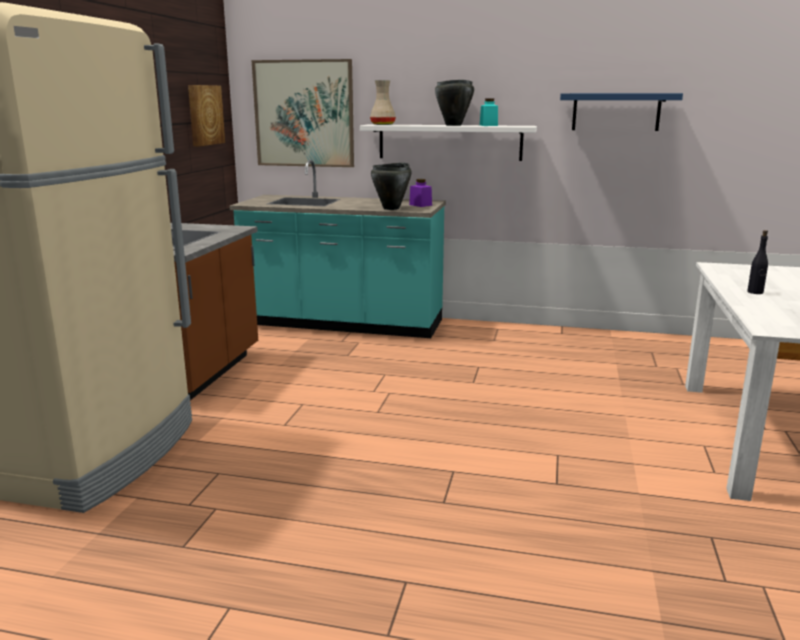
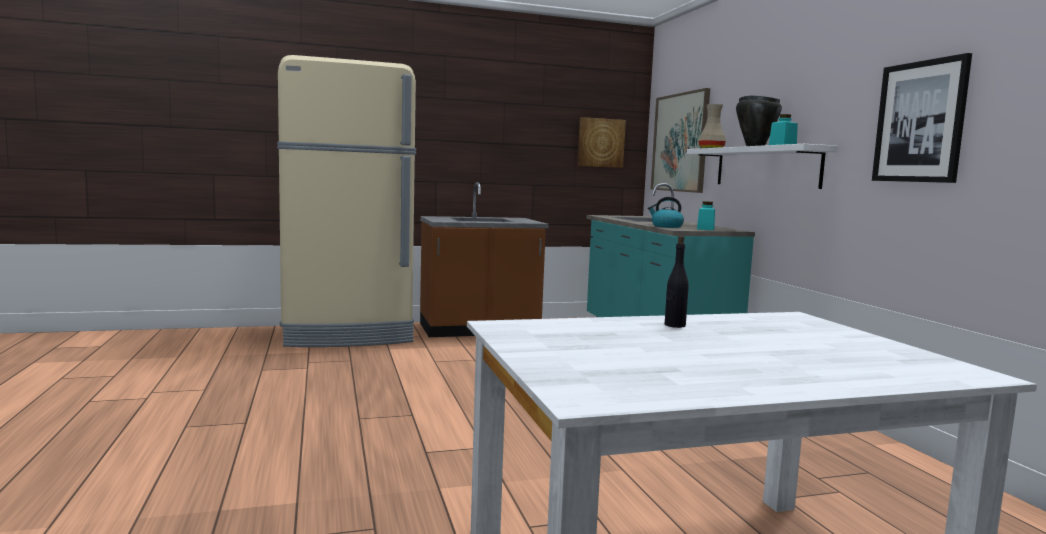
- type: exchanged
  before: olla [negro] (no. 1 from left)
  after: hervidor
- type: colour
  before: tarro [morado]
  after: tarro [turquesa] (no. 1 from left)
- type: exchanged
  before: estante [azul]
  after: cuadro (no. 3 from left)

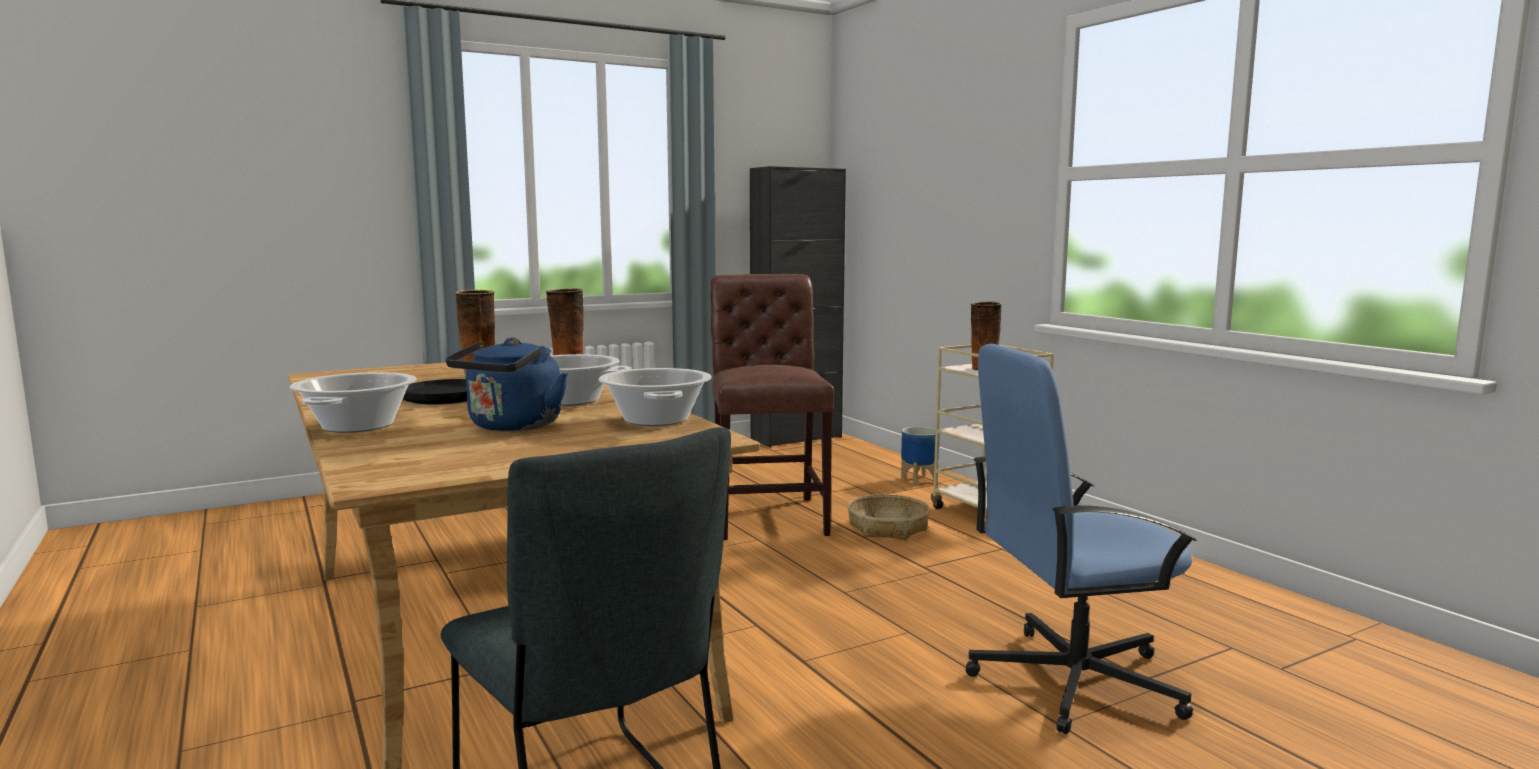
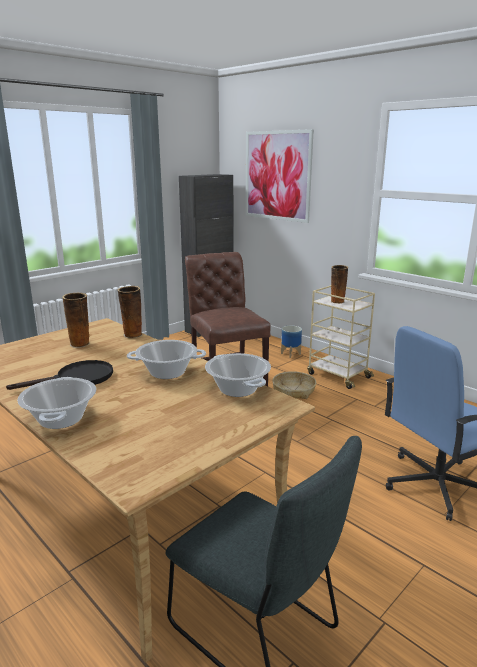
- type: missing
  before: hervidor [azul]
- type: appeared
  after: cuadro

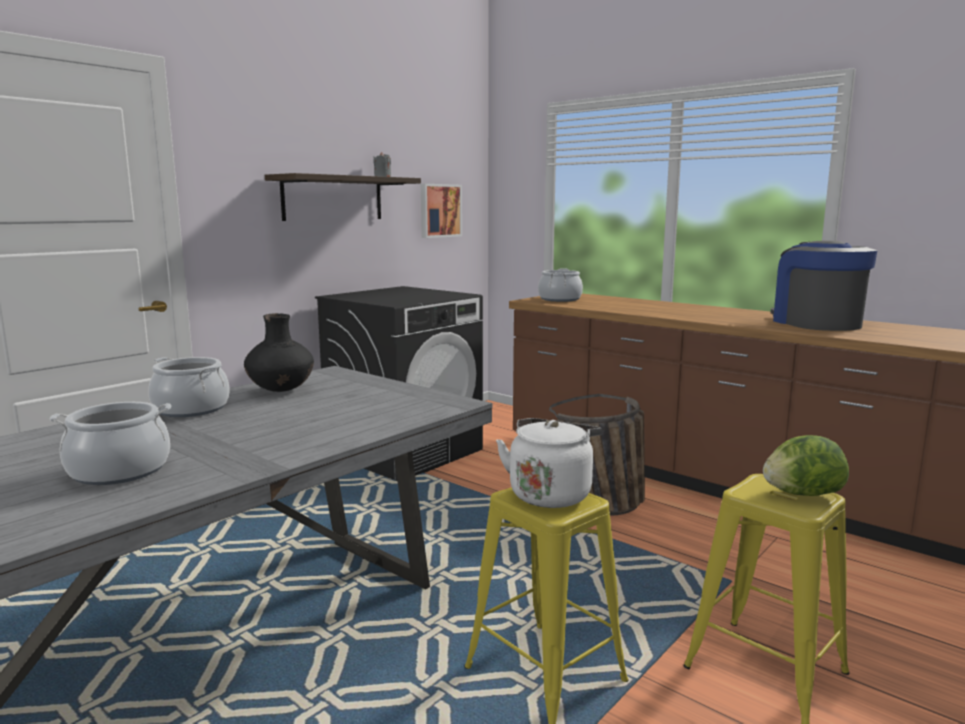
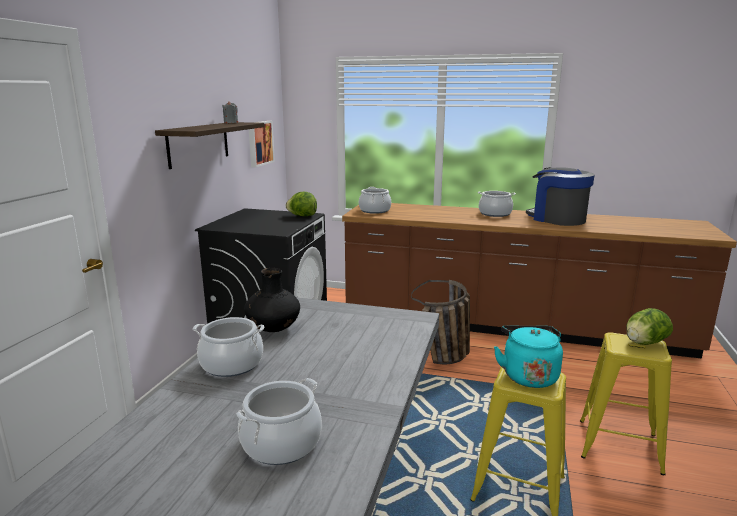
- type: colour
  before: hervidor [blanco]
  after: hervidor [turquesa]
- type: appeared
  after: lechuga (no. 1 from left)
- type: appeared
  after: olla (no. 4 from left)

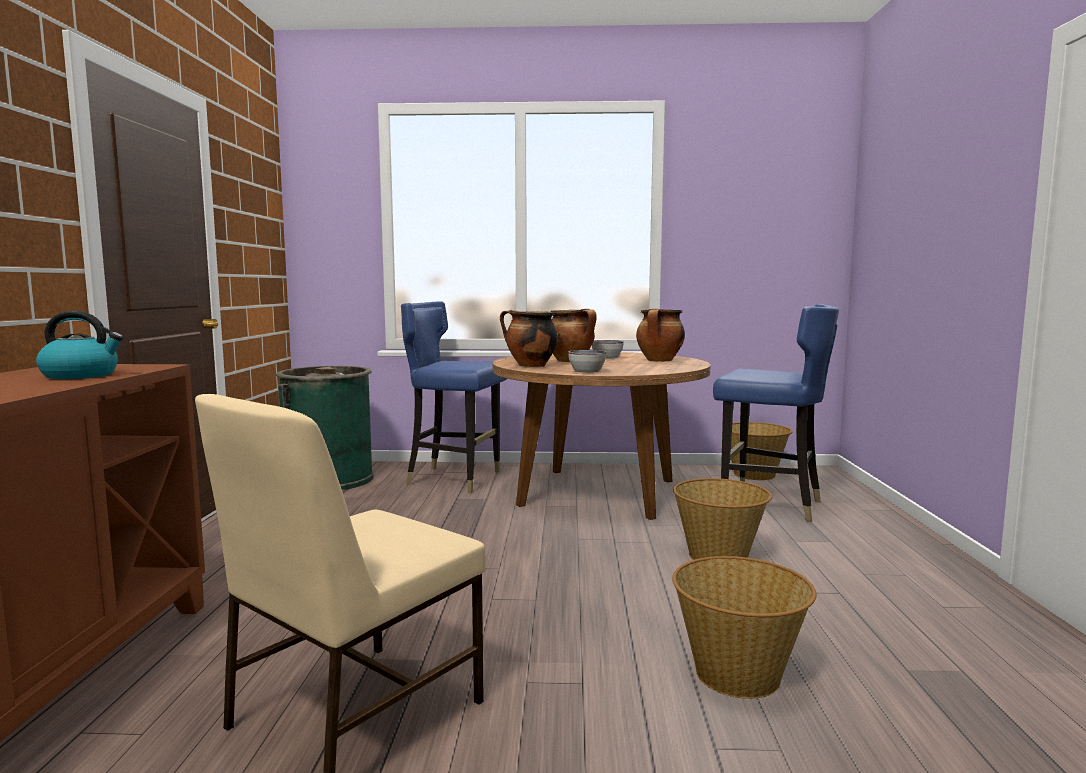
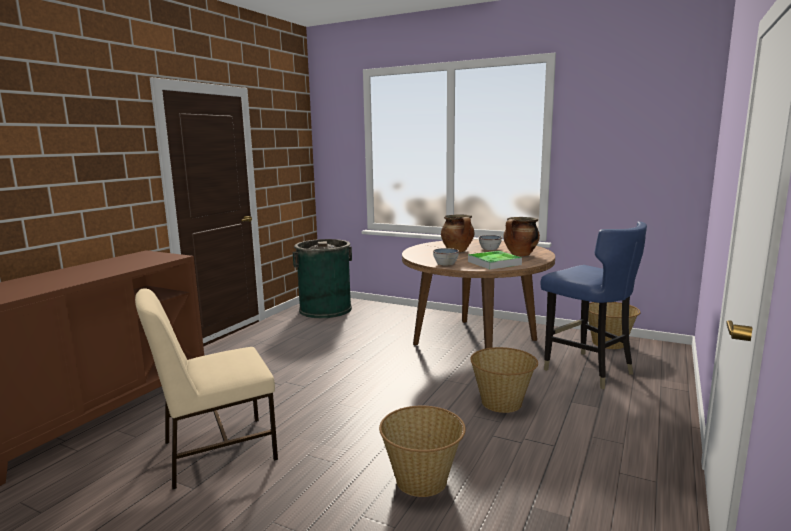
- type: missing
  before: hervidor
- type: missing
  before: silla [azul] (no. 1 from left)
- type: missing
  before: olla (no. 1 from left)
- type: appeared
  after: bandeja

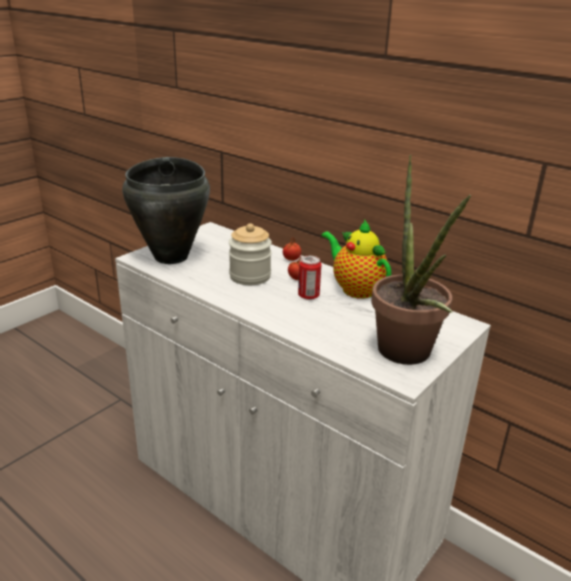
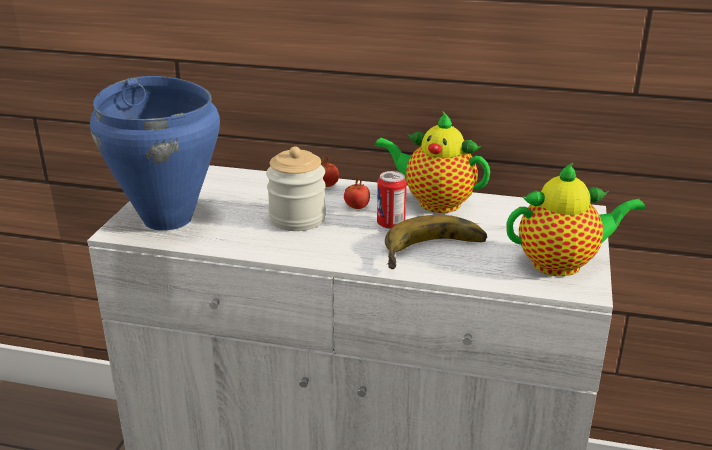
- type: colour
  before: olla [negro]
  after: olla [azul]
- type: exchanged
  before: planta en maceta
  after: tetera (no. 2 from left)
- type: appeared
  after: plátano

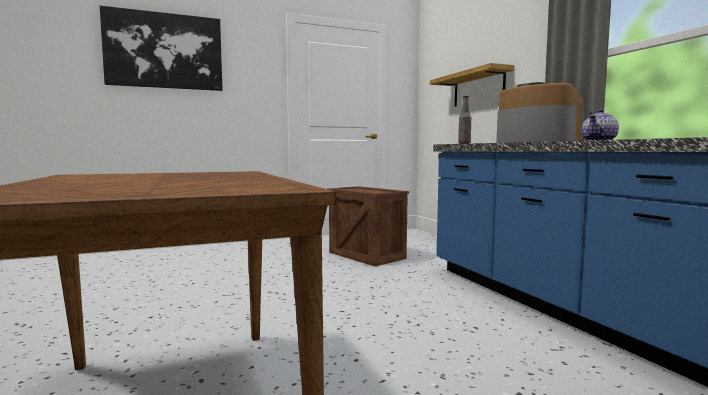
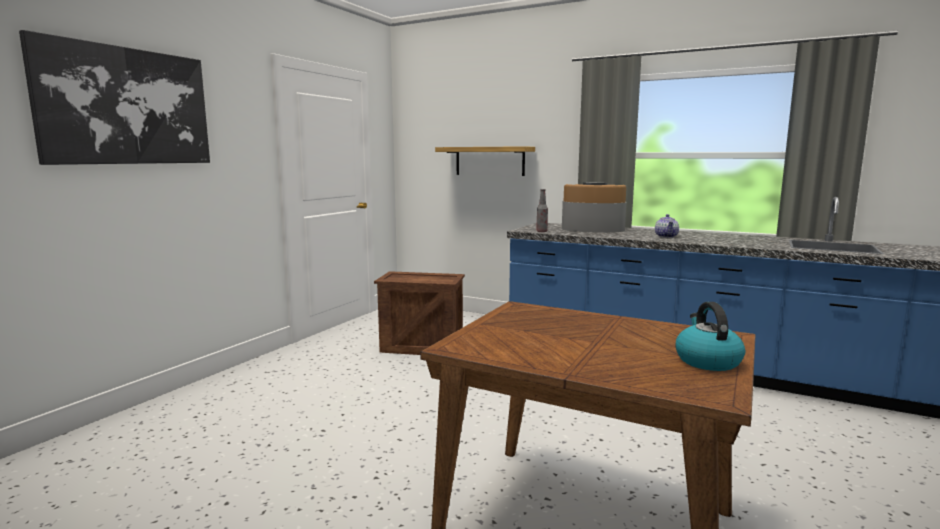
- type: appeared
  after: hervidor

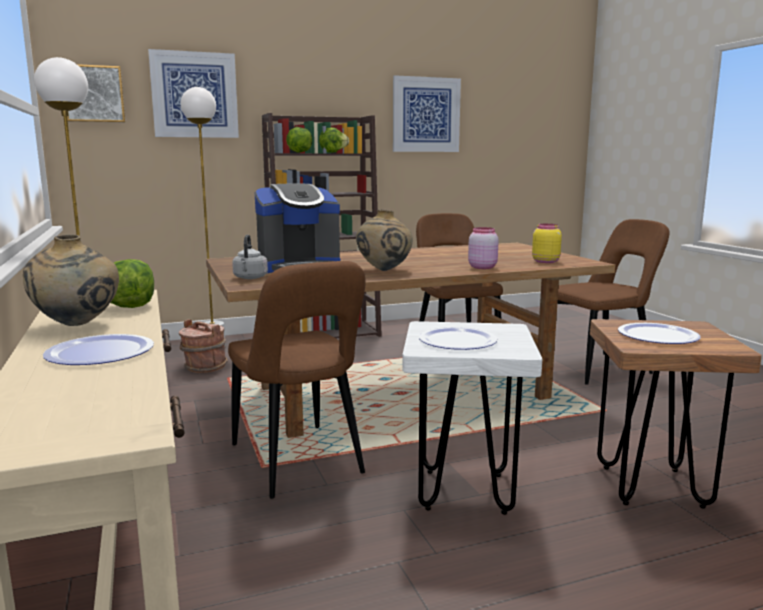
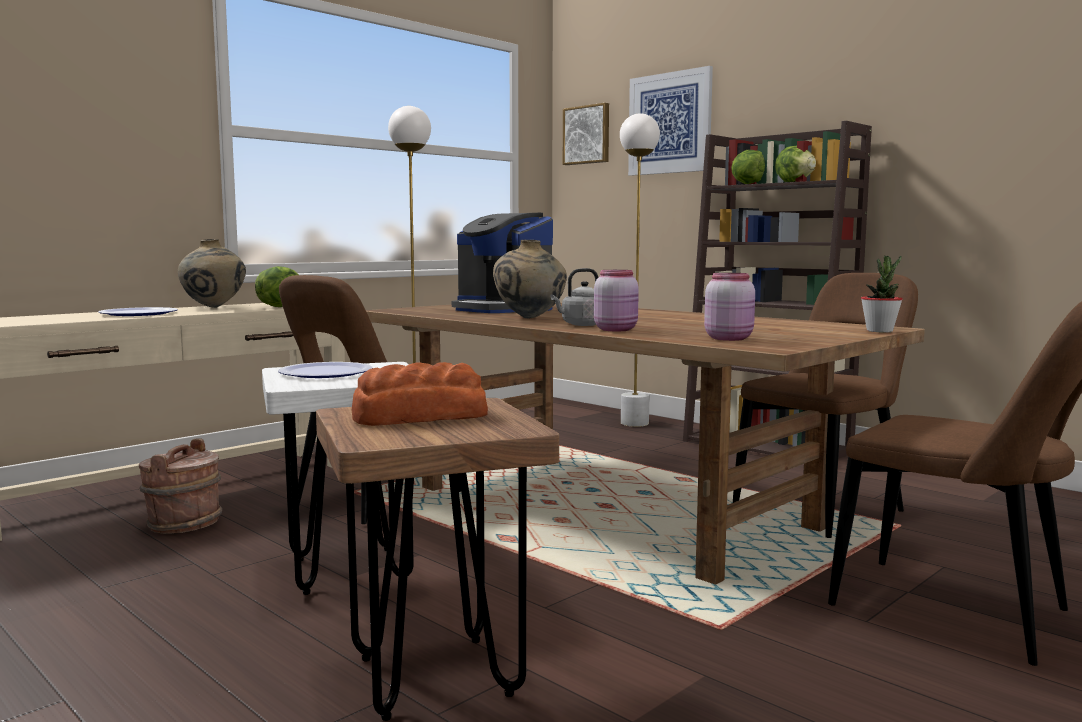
- type: relocated
  before: cubo [marrón]
- type: relocated
  before: hervidor [gris]
- type: missing
  before: cuadro (no. 3 from left)
- type: colour
  before: tarro [amarillo]
  after: tarro [rosa] (no. 2 from left)
- type: exchanged
  before: plato (no. 3 from left)
  after: pan
- type: appeared
  after: planta en maceta

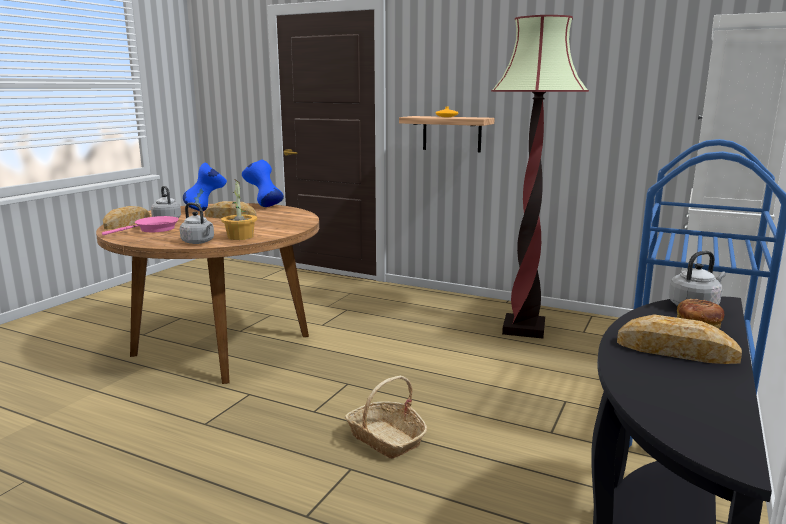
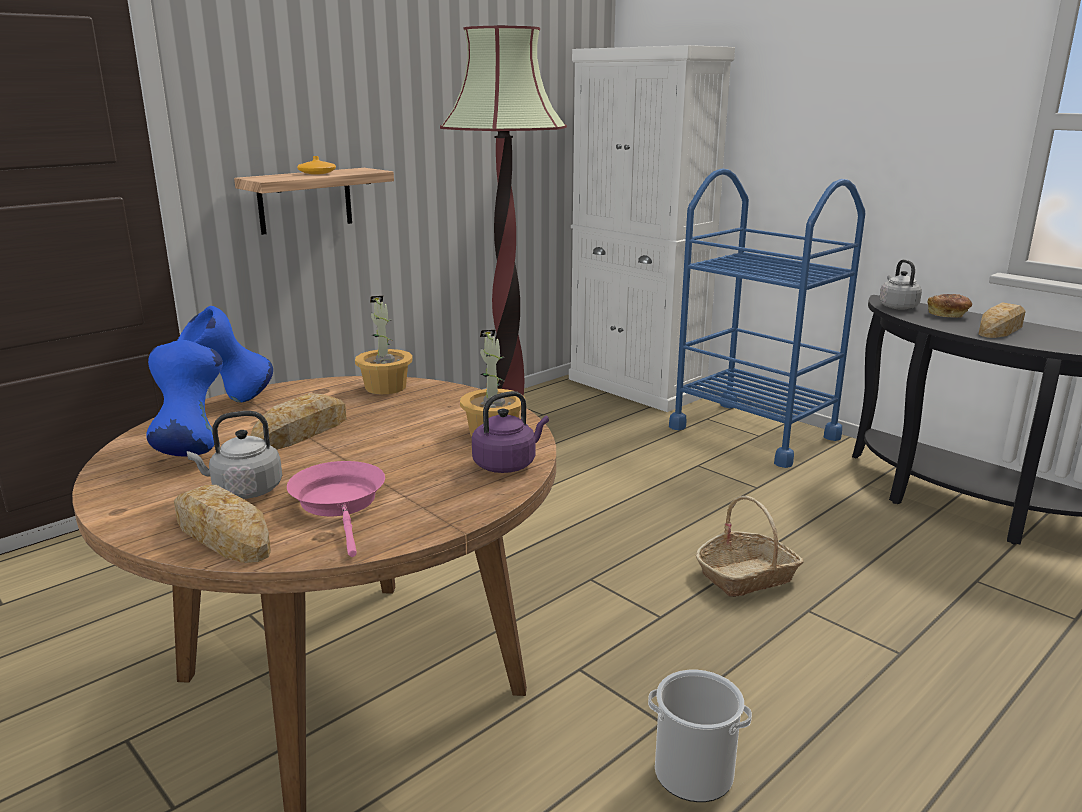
- type: colour
  before: hervidor [gris] (no. 2 from left)
  after: hervidor [morado]
- type: appeared
  after: planta en maceta (no. 1 from left)
- type: appeared
  after: cubo

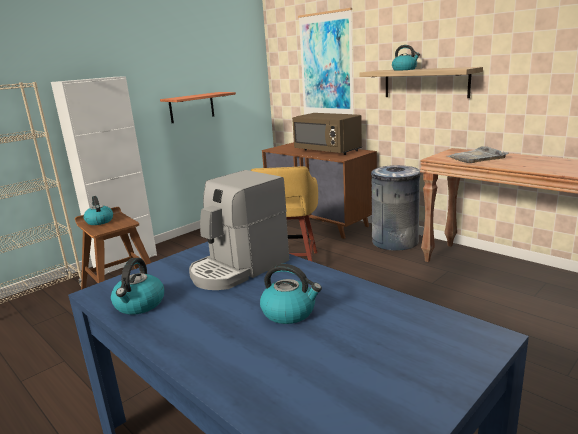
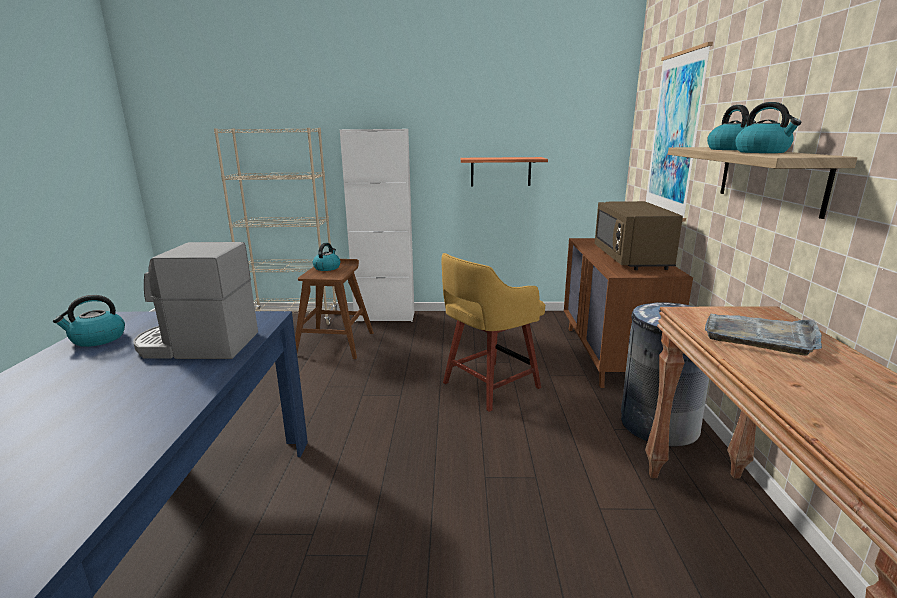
- type: relocated
  before: hervidor (no. 3 from left in the first image)
  after: hervidor (no. 4 from left)

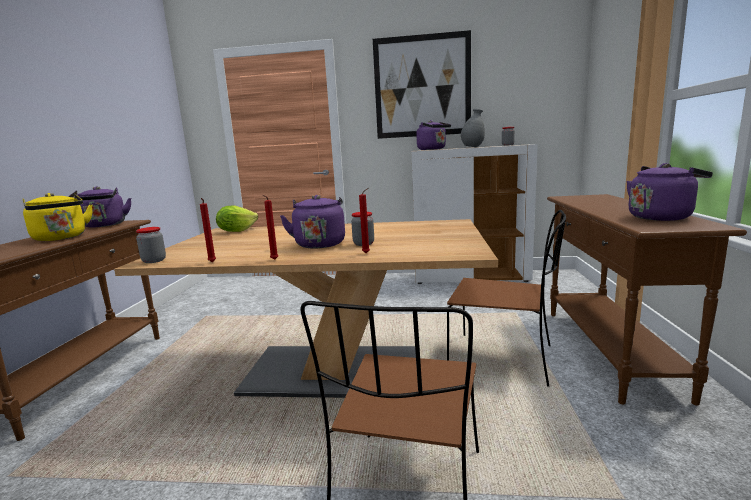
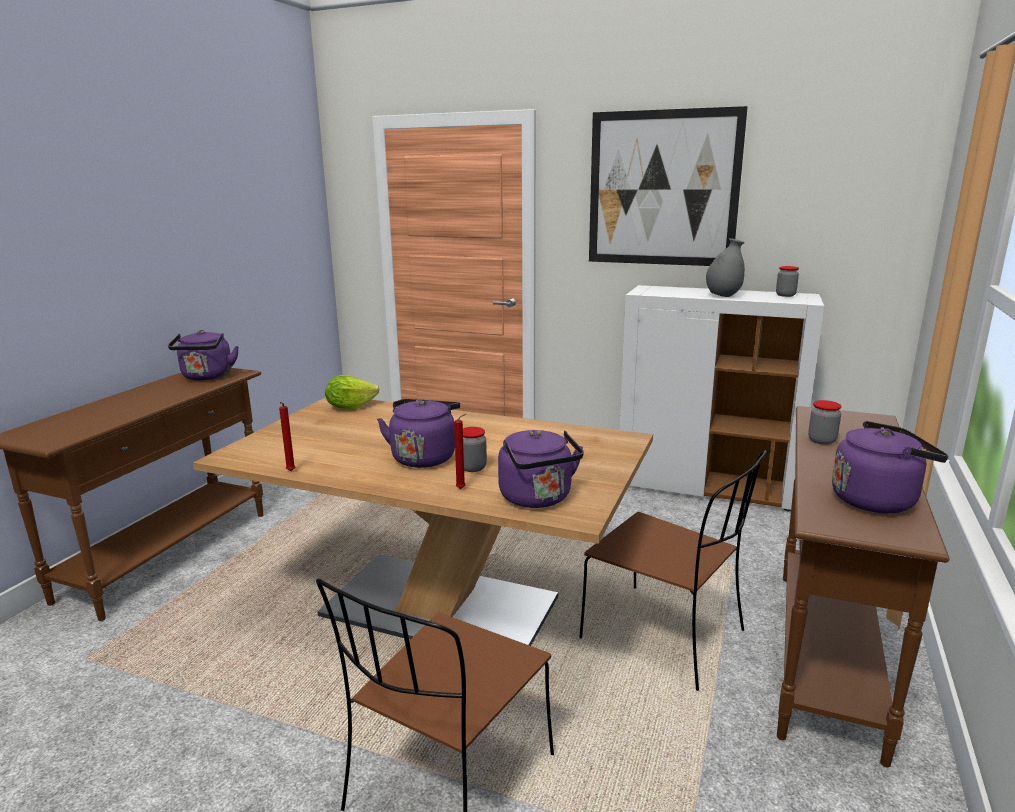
- type: missing
  before: hervidor [amarillo]
- type: relocated
  before: tarro (no. 1 from left in the first image)
  after: tarro (no. 3 from left)
- type: missing
  before: vela [rojo] (no. 2 from left)
- type: relocated
  before: hervidor [morado] (no. 3 from left)

